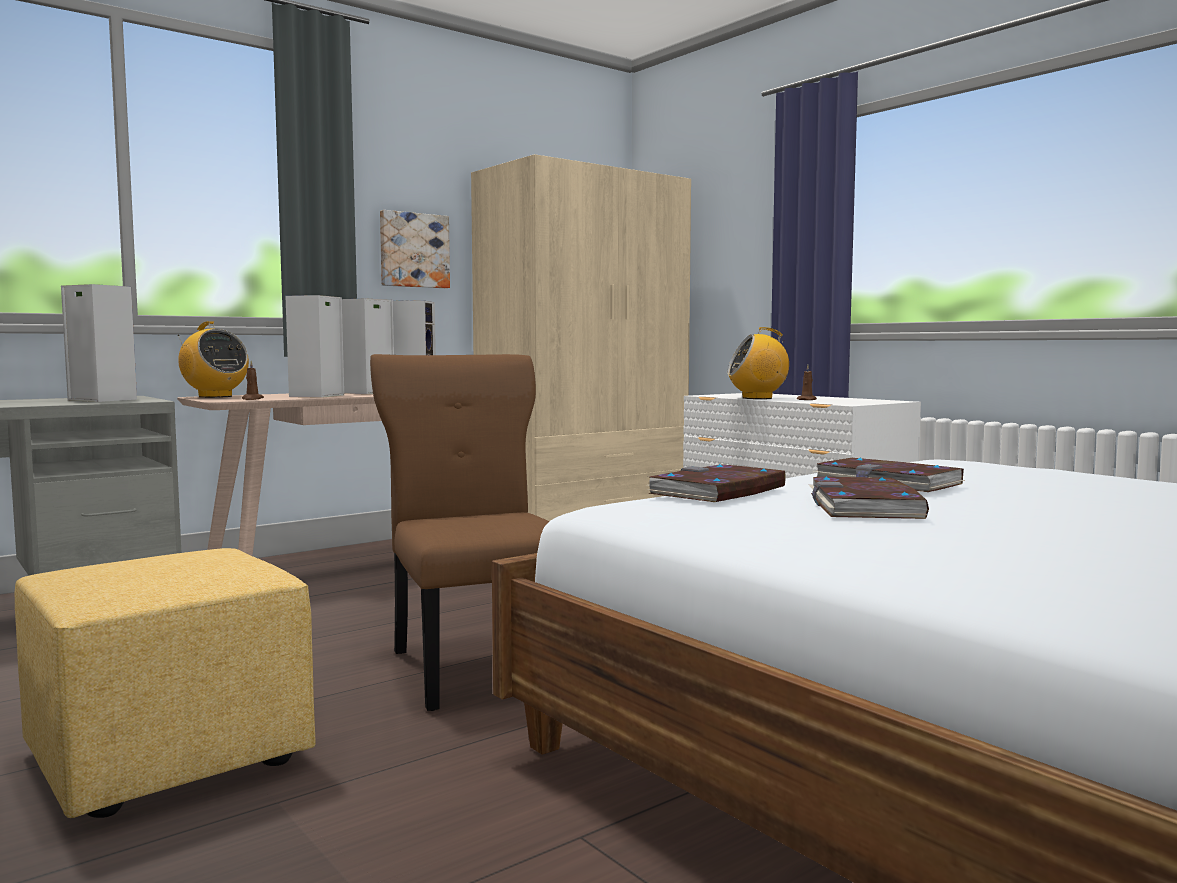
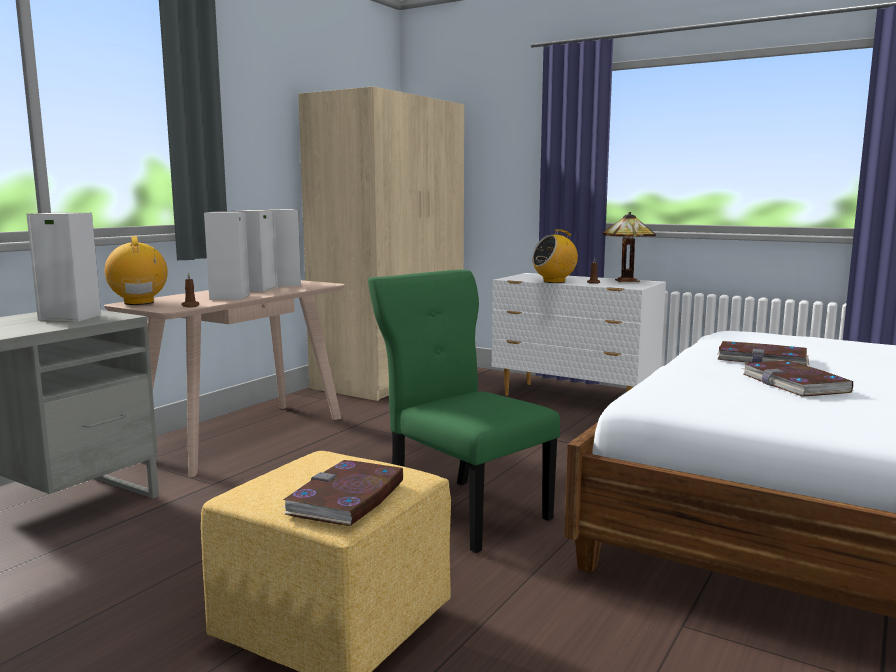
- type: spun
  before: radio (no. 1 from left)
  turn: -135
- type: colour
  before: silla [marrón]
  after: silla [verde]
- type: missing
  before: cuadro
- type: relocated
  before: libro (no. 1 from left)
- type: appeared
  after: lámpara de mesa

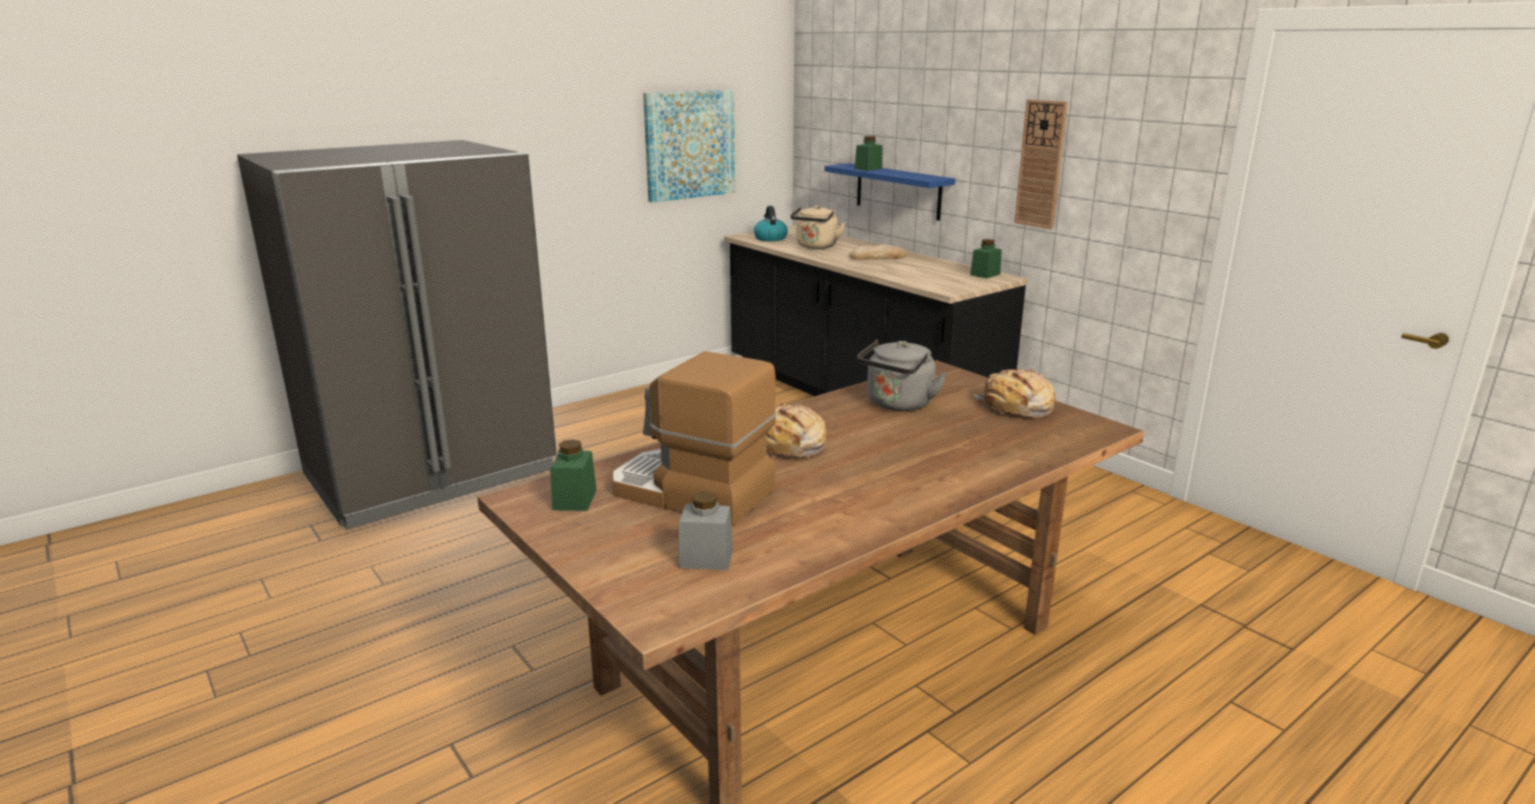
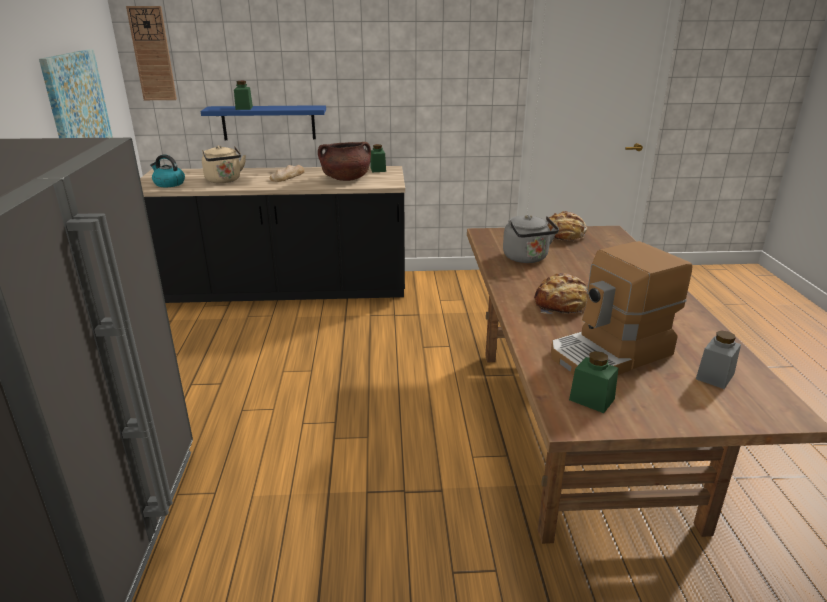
- type: relocated
  before: reloj de pared
- type: appeared
  after: olla [marrón]

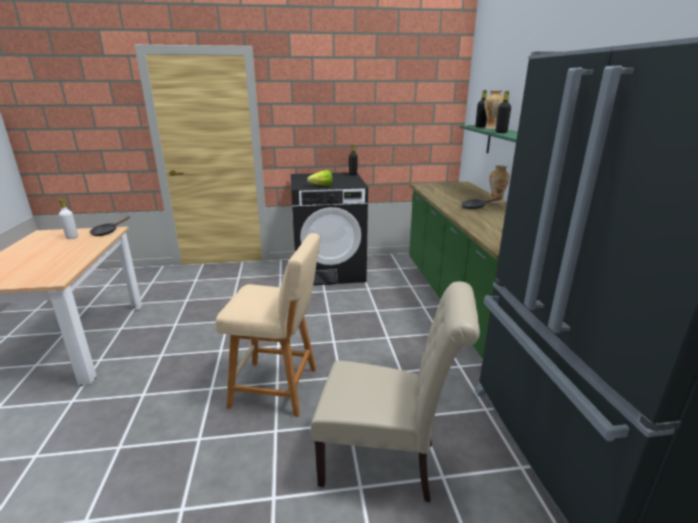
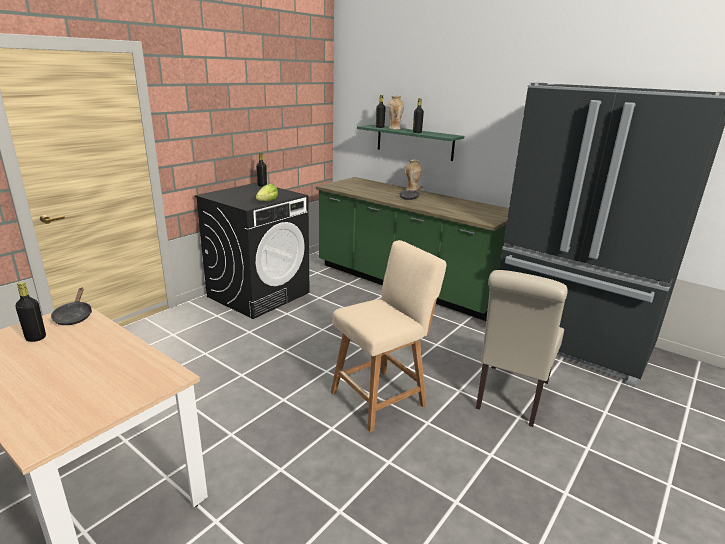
- type: colour
  before: botella [blanco]
  after: botella [negro] (no. 1 from left)
- type: spun
  before: silla [beis]
  turn: 150

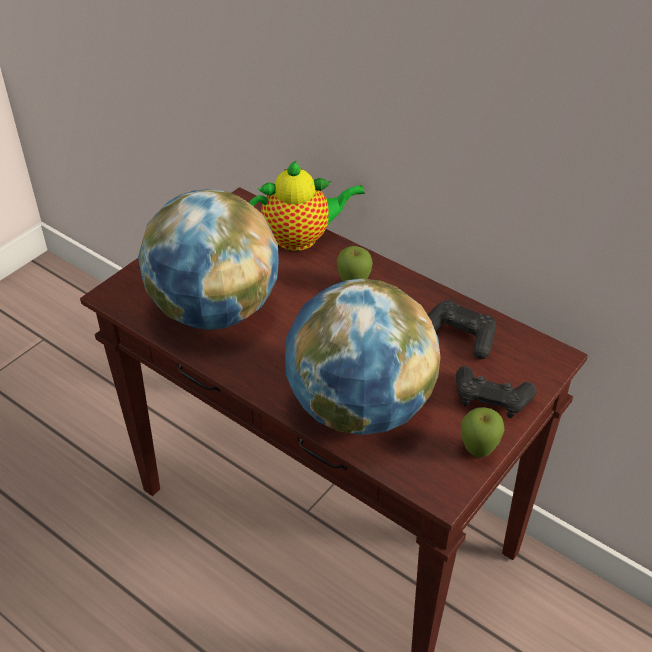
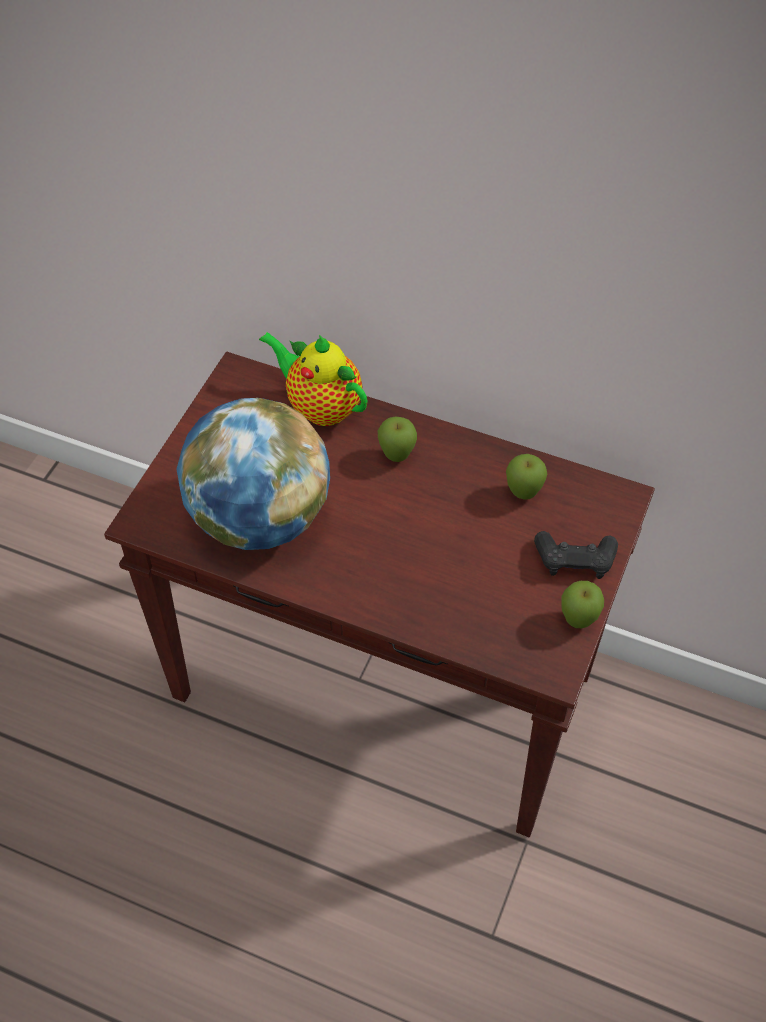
- type: spun
  before: tetera
  turn: -120
- type: missing
  before: globo terráqueo (no. 2 from left)
- type: exchanged
  before: mando de consola [negro] (no. 1 from left)
  after: manzana (no. 2 from left)

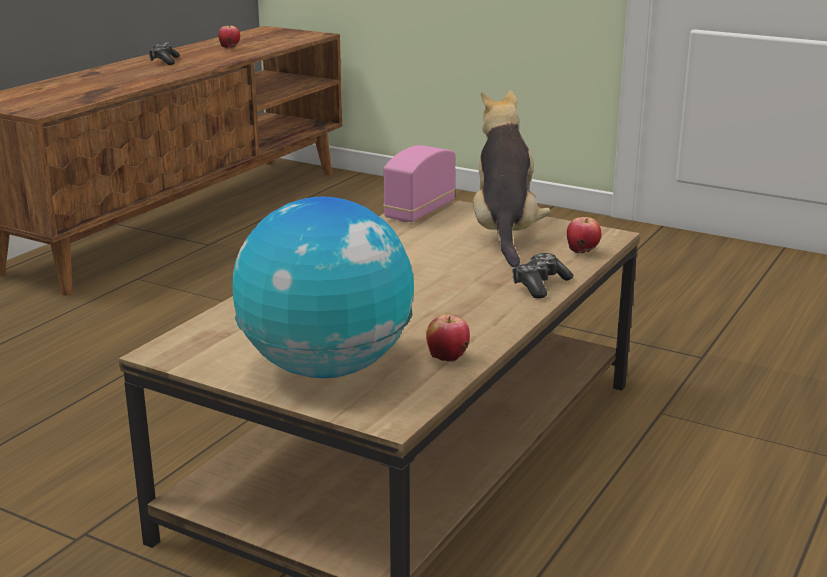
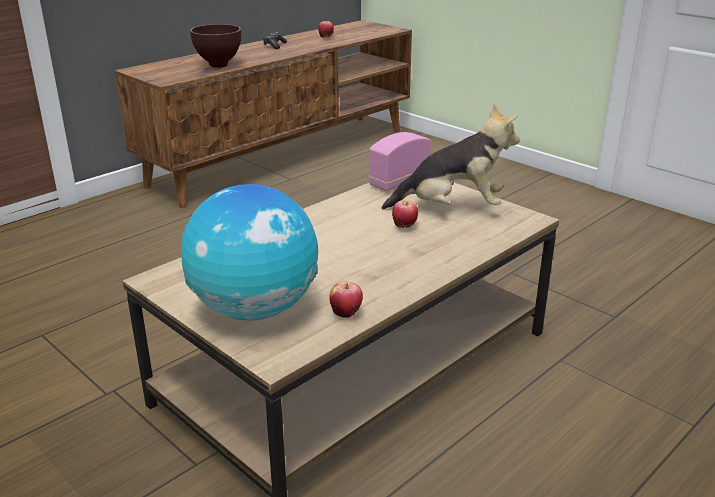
- type: spun
  before: peluche
  turn: 75
- type: missing
  before: mando de consola (no. 2 from left)
- type: relocated
  before: manzana (no. 3 from left)
- type: appeared
  after: cuenco [marrón]

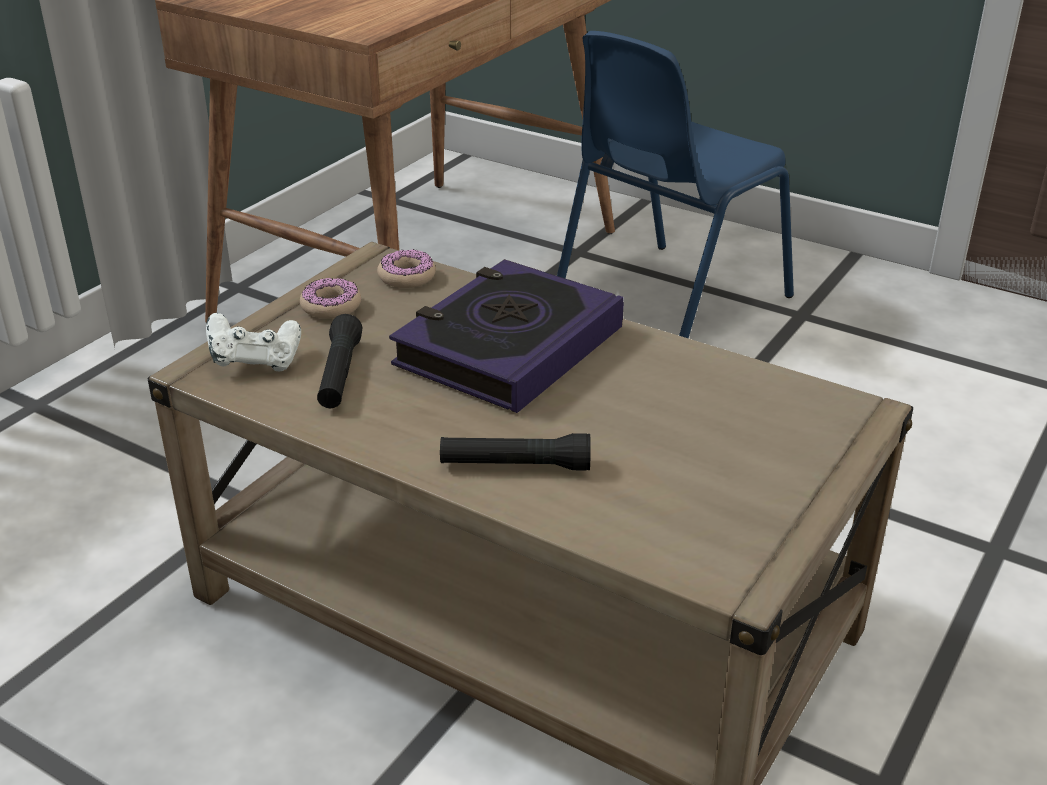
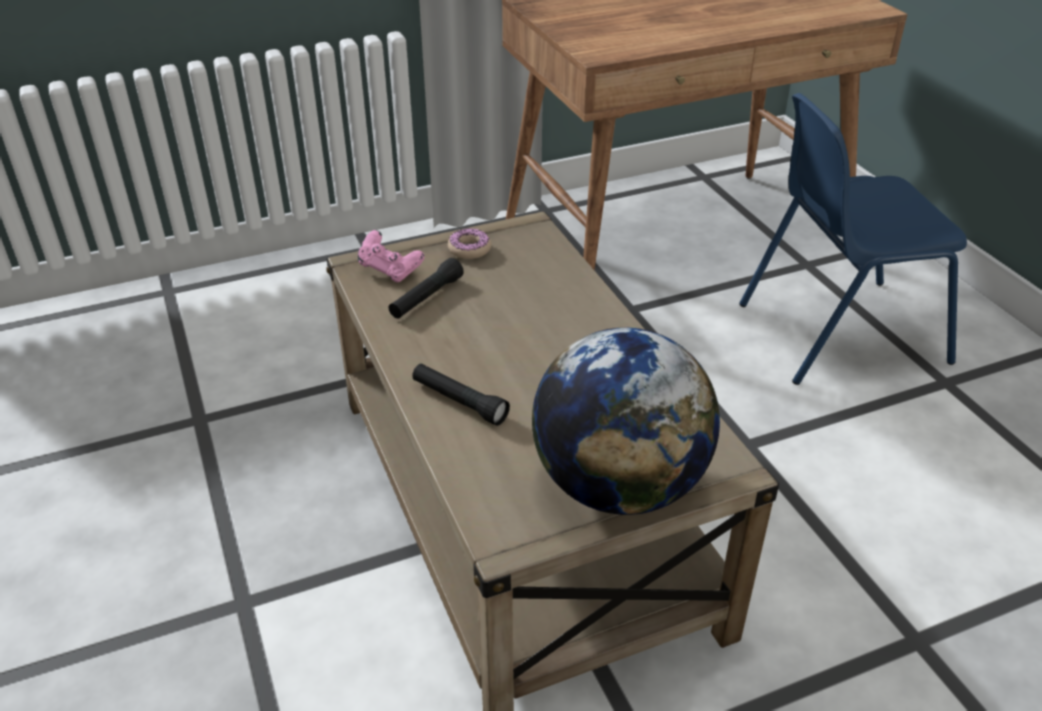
- type: colour
  before: mando de consola [blanco]
  after: mando de consola [rosa]
- type: missing
  before: rosquilla (no. 2 from left)
- type: missing
  before: libro
- type: appeared
  after: globo terráqueo

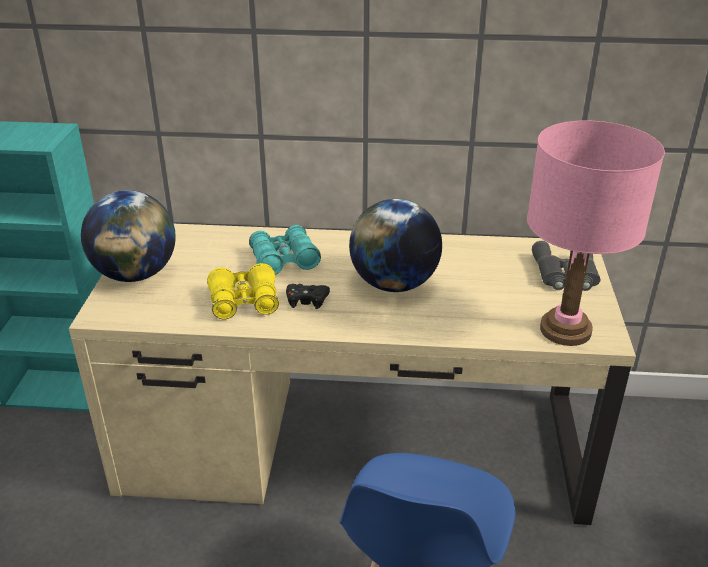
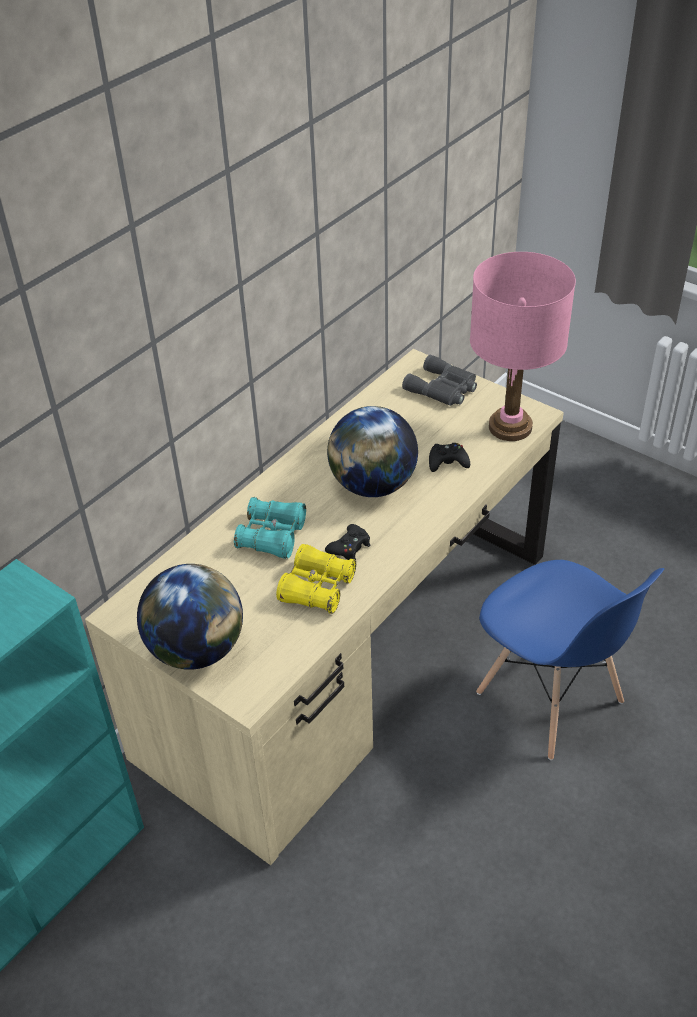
- type: appeared
  after: mando de consola [negro] (no. 2 from left)

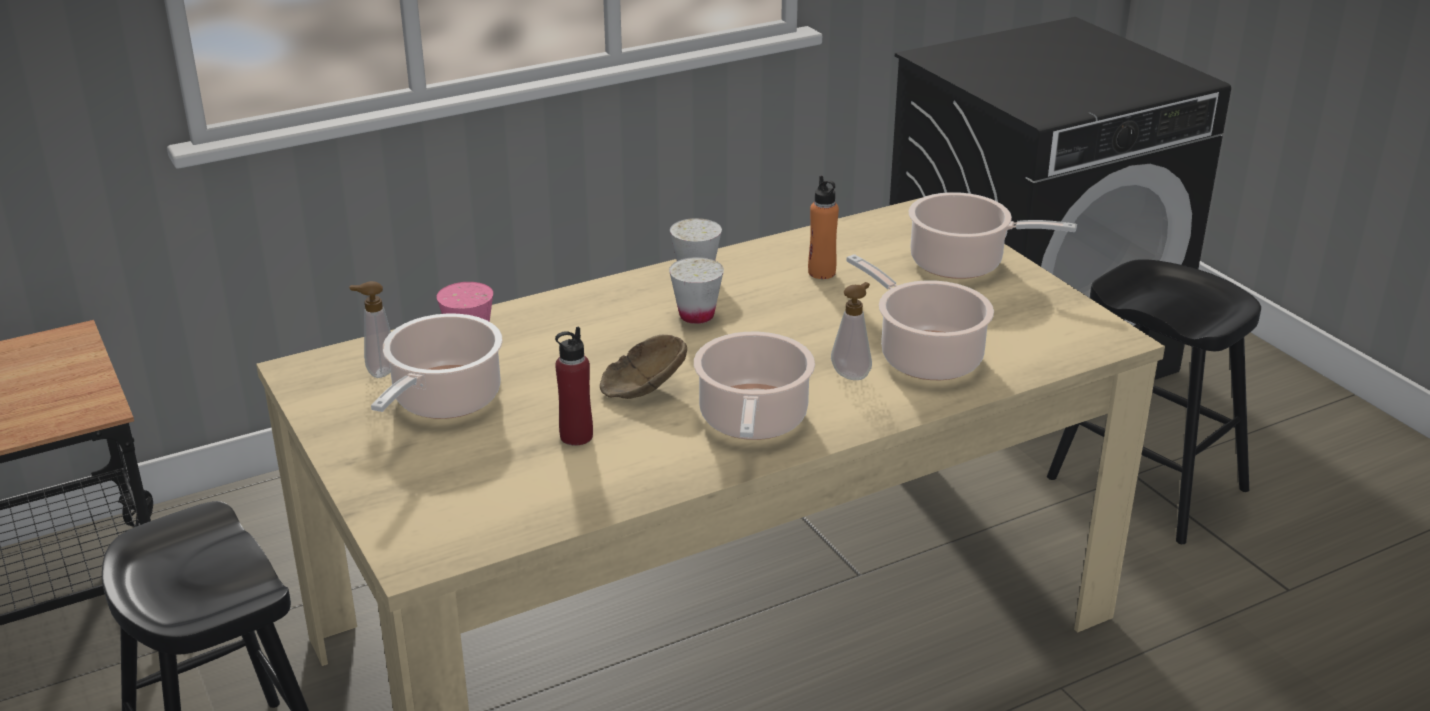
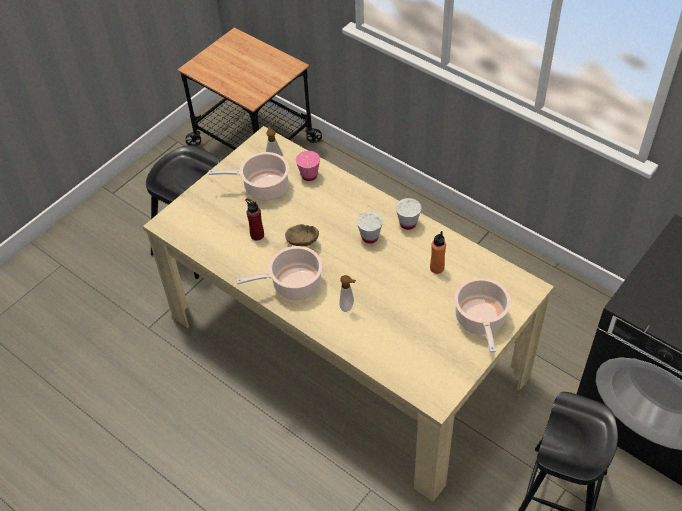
- type: missing
  before: olla (no. 3 from left)

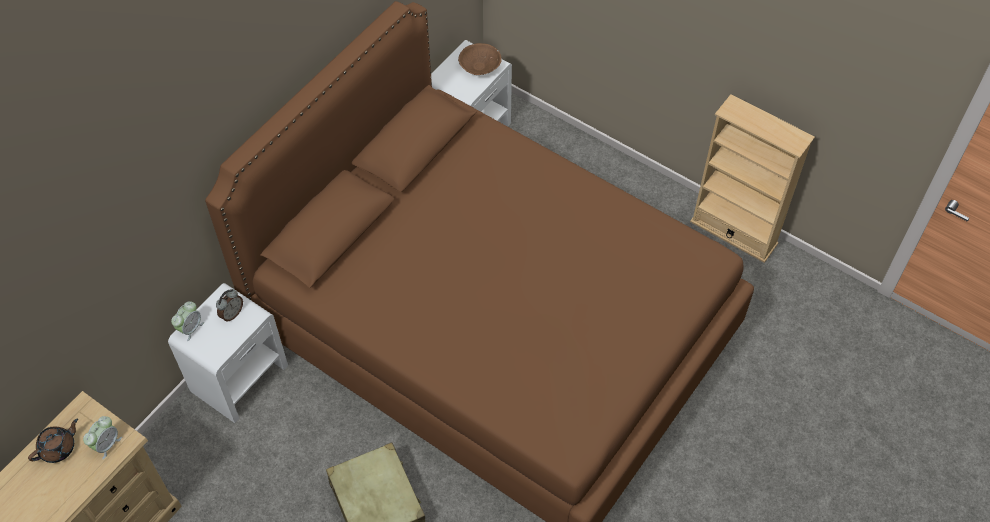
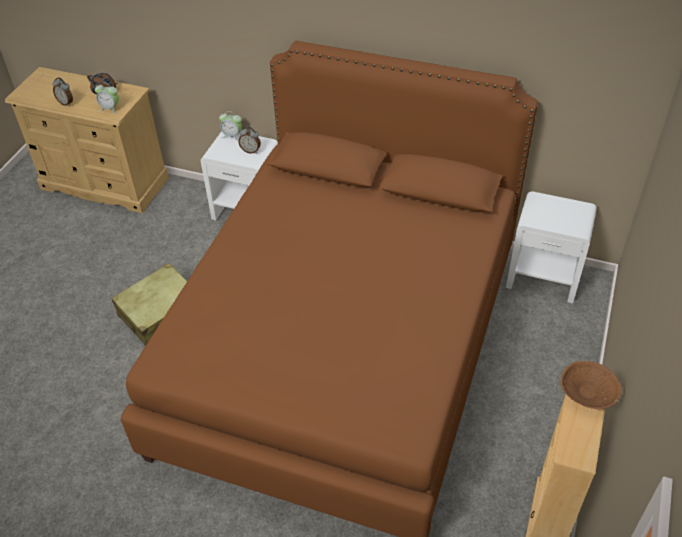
- type: relocated
  before: cuenco [marrón]
- type: appeared
  after: despertador (no. 1 from left)

